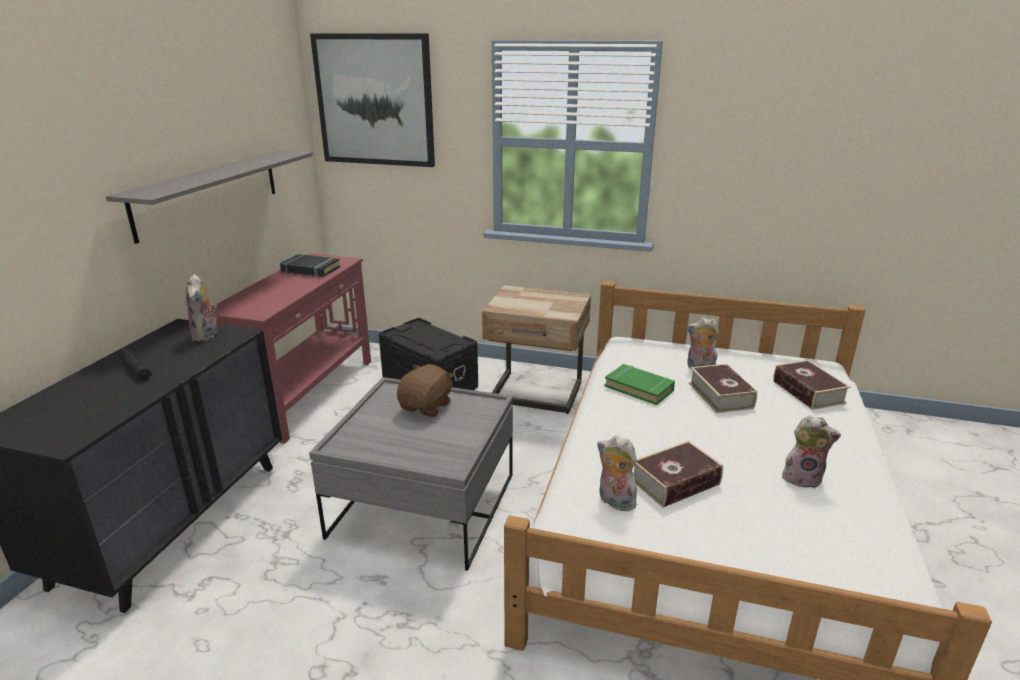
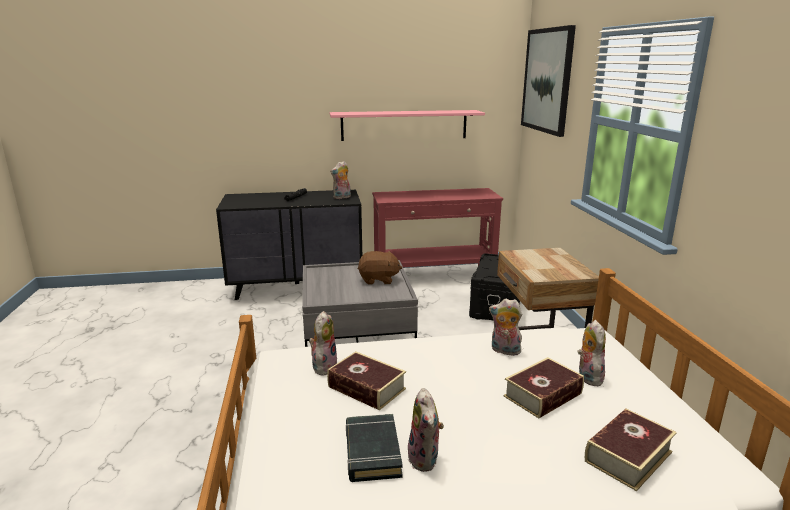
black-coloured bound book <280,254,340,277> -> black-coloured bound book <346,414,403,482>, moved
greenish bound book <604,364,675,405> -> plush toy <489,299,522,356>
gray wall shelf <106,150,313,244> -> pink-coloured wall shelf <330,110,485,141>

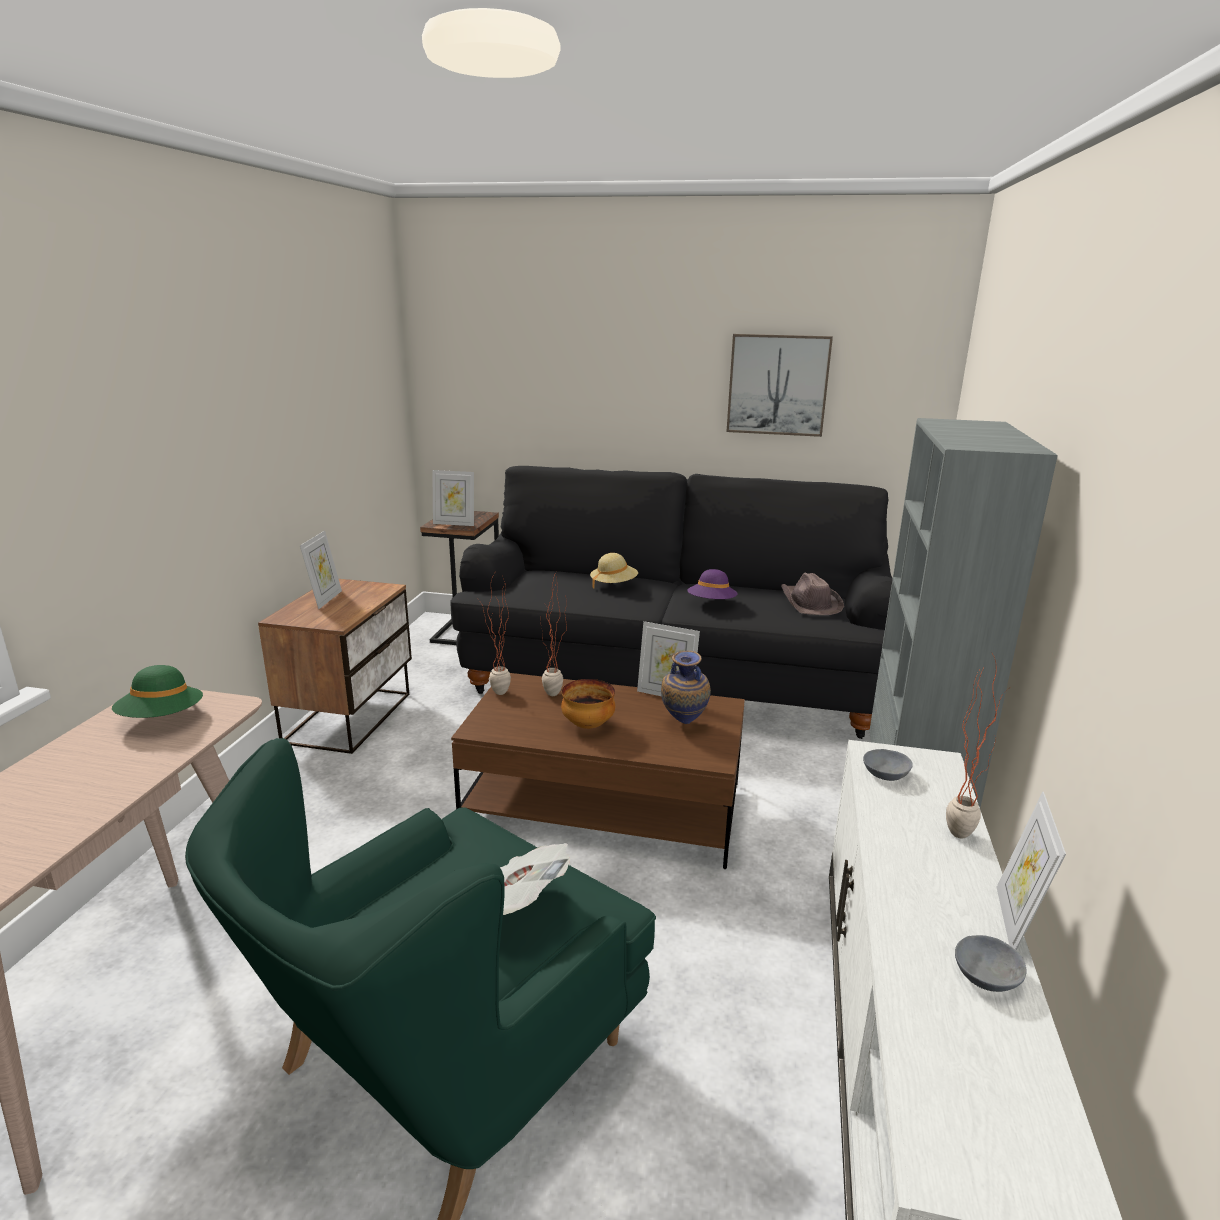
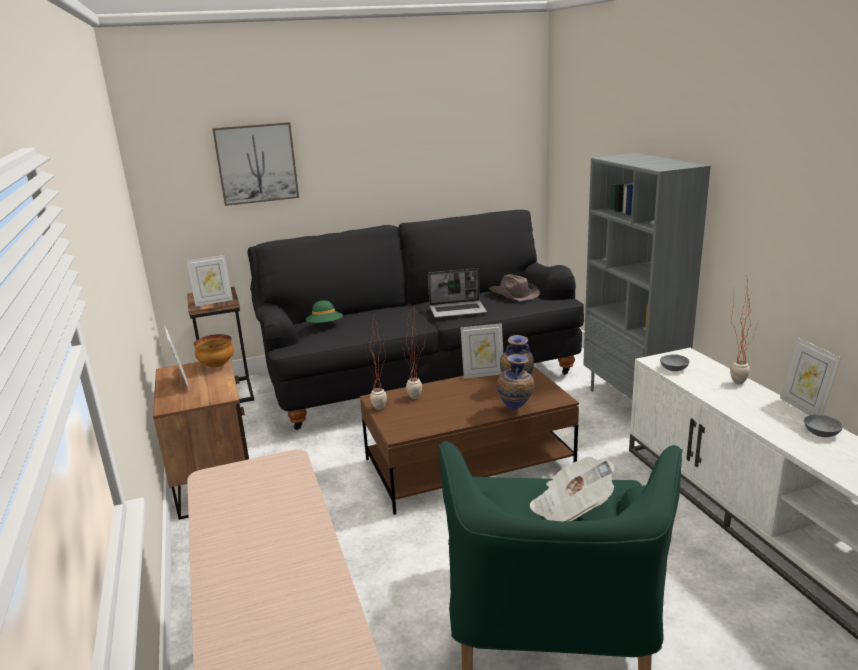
sand-coloured wearable hat <590,553,638,589> -> none
none -> decorative vase <497,354,534,411>
greenish wearable hat <112,665,203,718> -> greenish wearable hat <306,300,343,323>, moved
deep dish <561,679,615,729> -> deep dish <194,334,234,367>, moved
picture <726,334,833,437> -> picture <212,122,299,206>, moved
purplish wearable hat <687,569,737,599> -> portable computer <428,268,487,318>

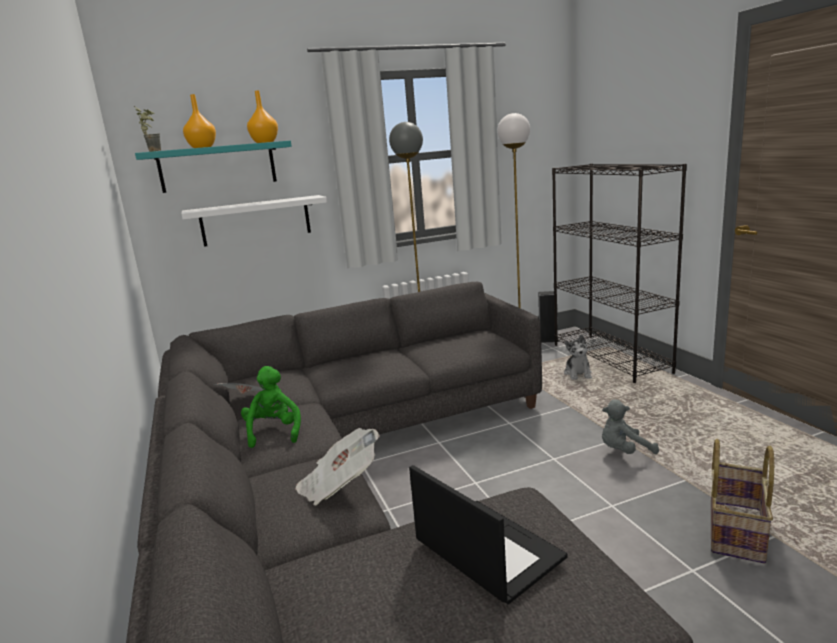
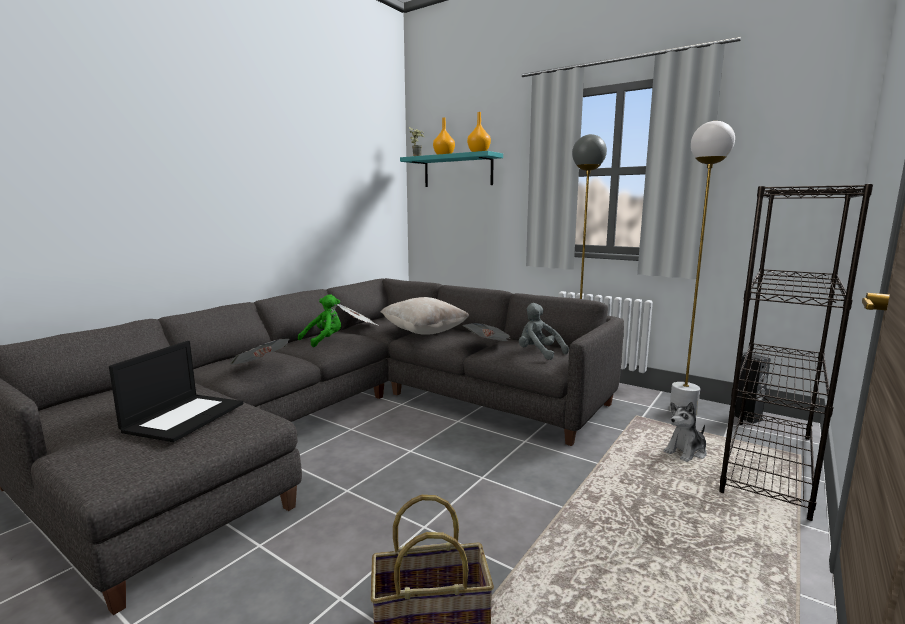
whitish wall shelf <182,195,327,247> -> none
none -> sand-coloured pillow <381,297,469,335>
none -> newspaper <462,323,510,341>
gray plush toy <602,400,659,454> -> gray plush toy <519,303,569,360>, moved

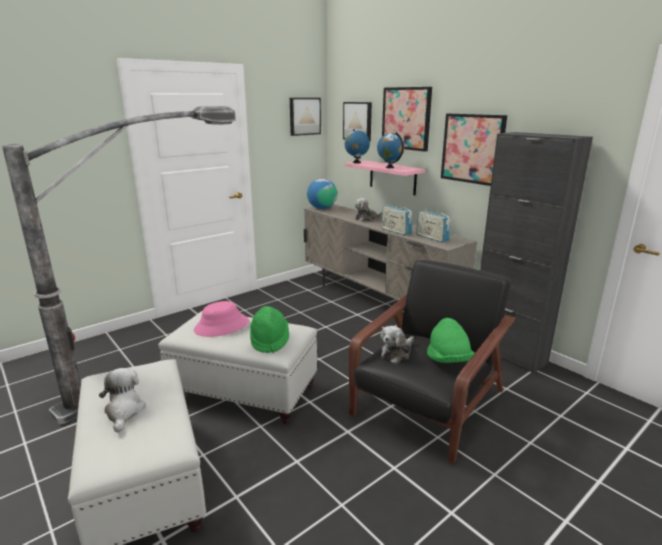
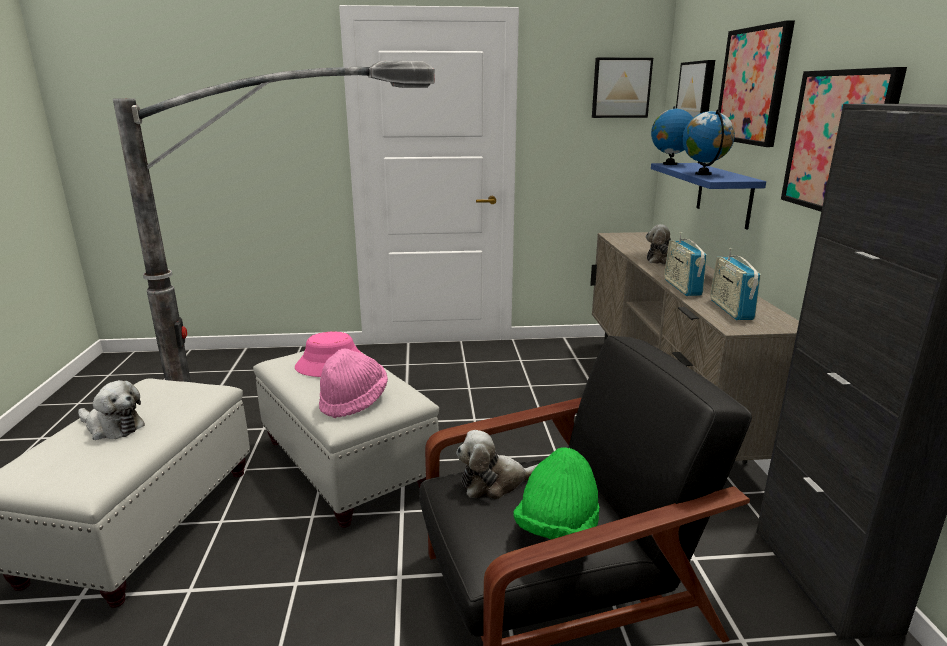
desk globe <307,179,337,209> -> none
greenish wearable hat <250,306,289,353> -> pink-coloured wearable hat <319,348,388,418>
pink-coloured wall shelf <345,161,425,195> -> bluish wall shelf <651,163,766,229>
plush toy <99,368,146,433> -> plush toy <78,380,145,440>, 90 degrees clockwise

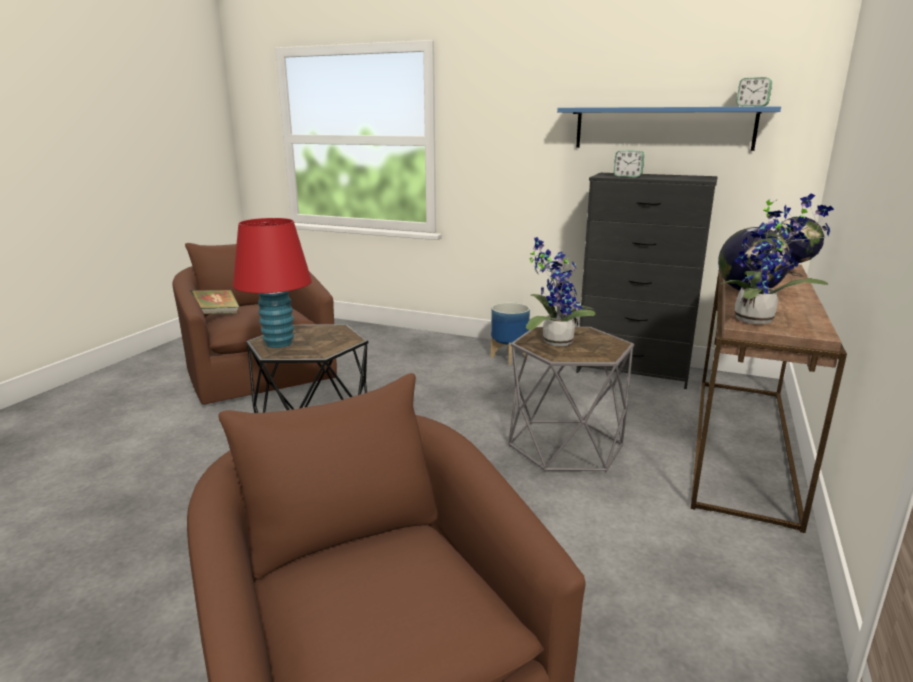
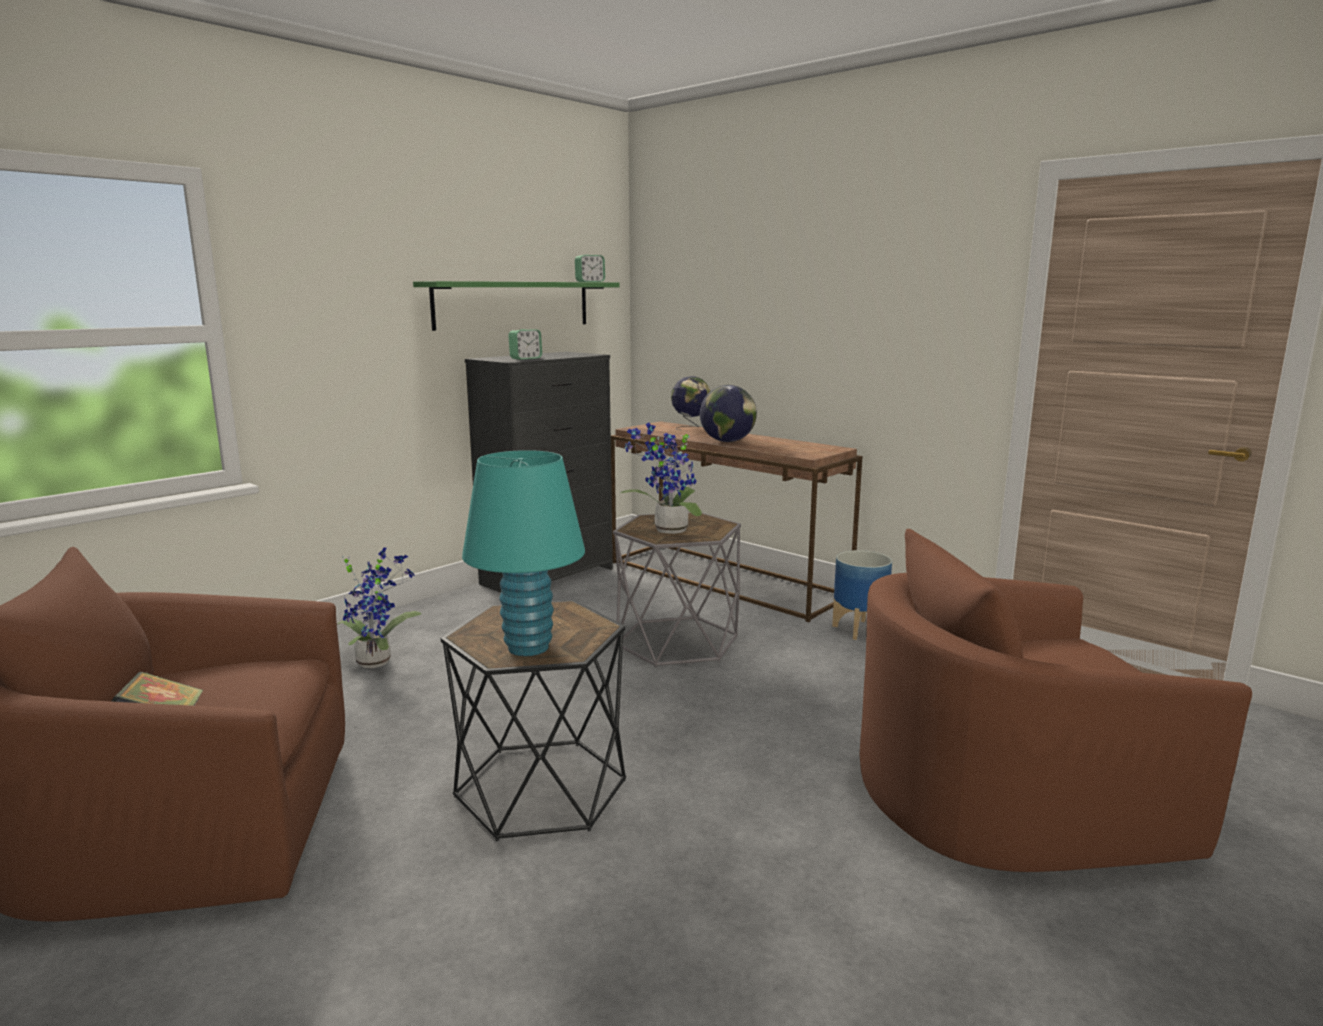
flower pot <491,302,530,365> -> flower pot <832,550,892,640>, moved
houseplant <720,193,834,324> -> houseplant <337,548,421,668>, moved
red-coloured table lamp <233,218,312,348> -> turquoise-coloured table lamp <462,450,585,656>
bluish wall shelf <557,106,781,151> -> greenish wall shelf <413,281,620,331>

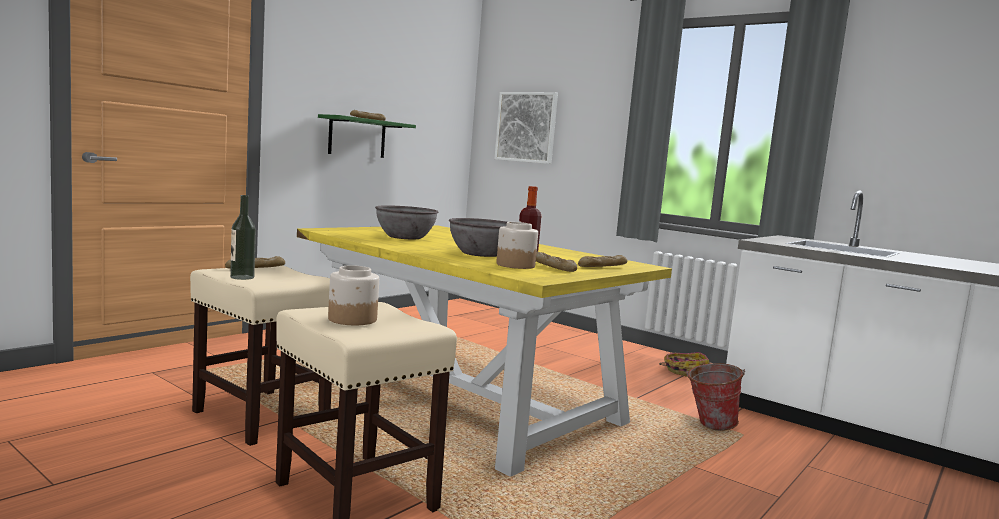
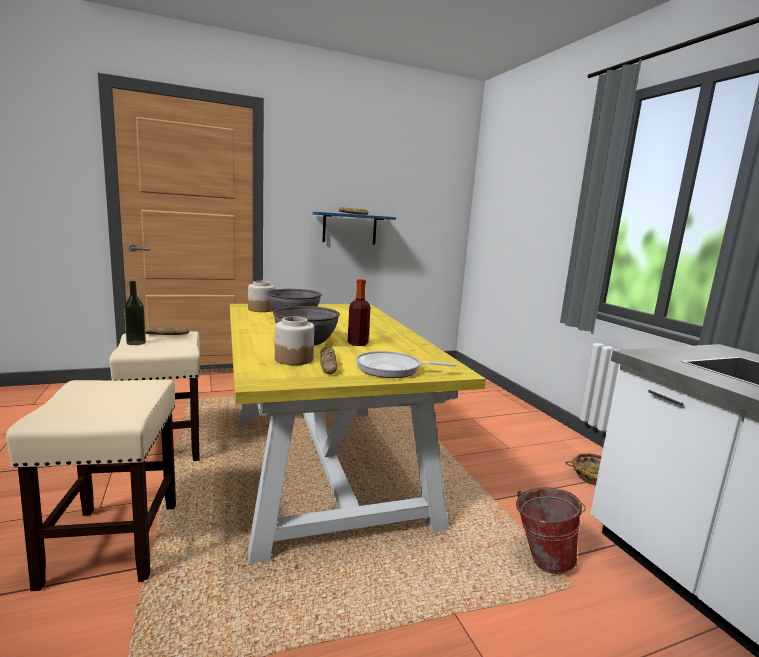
picture <494,92,558,164> -> none
preserve jar <328,265,379,325> -> preserve jar <248,281,275,312>, moved
bread <578,255,627,267> -> skillet <356,351,456,378>
greenish wall shelf <318,114,416,158> -> bluish wall shelf <313,212,396,245>

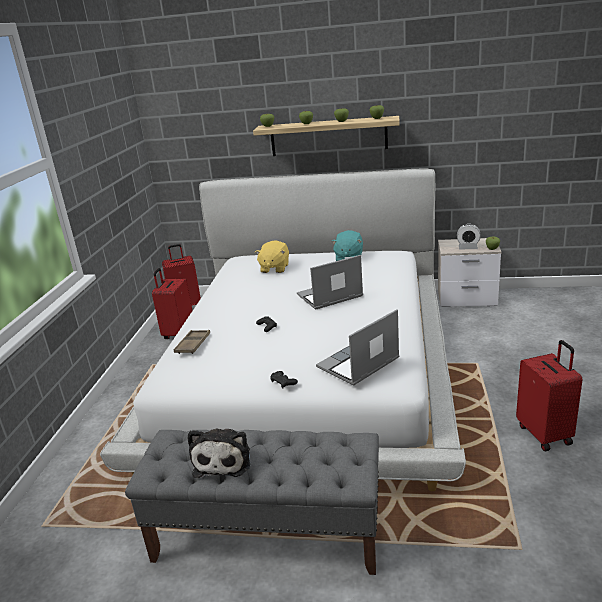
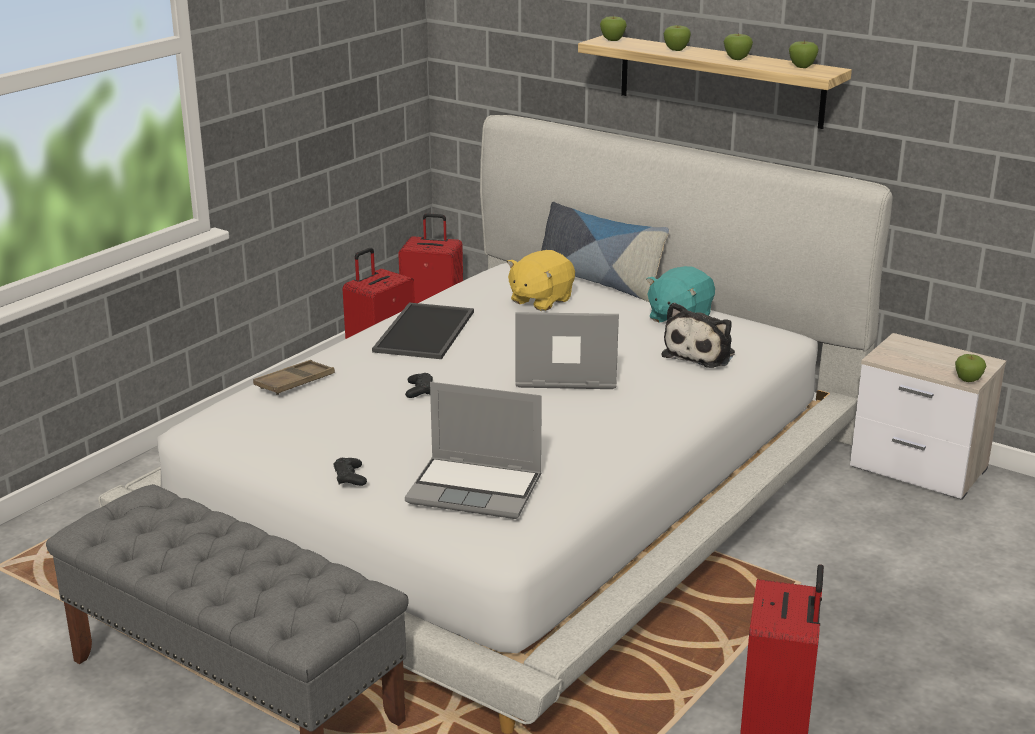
alarm clock <457,224,481,249> -> none
none -> tray <372,303,474,359>
none -> pillow <541,202,669,302>
plush toy <188,428,250,478> -> plush toy <662,302,735,368>, moved
portable computer <316,309,400,385> -> portable computer <405,382,542,519>, 150 degrees counterclockwise

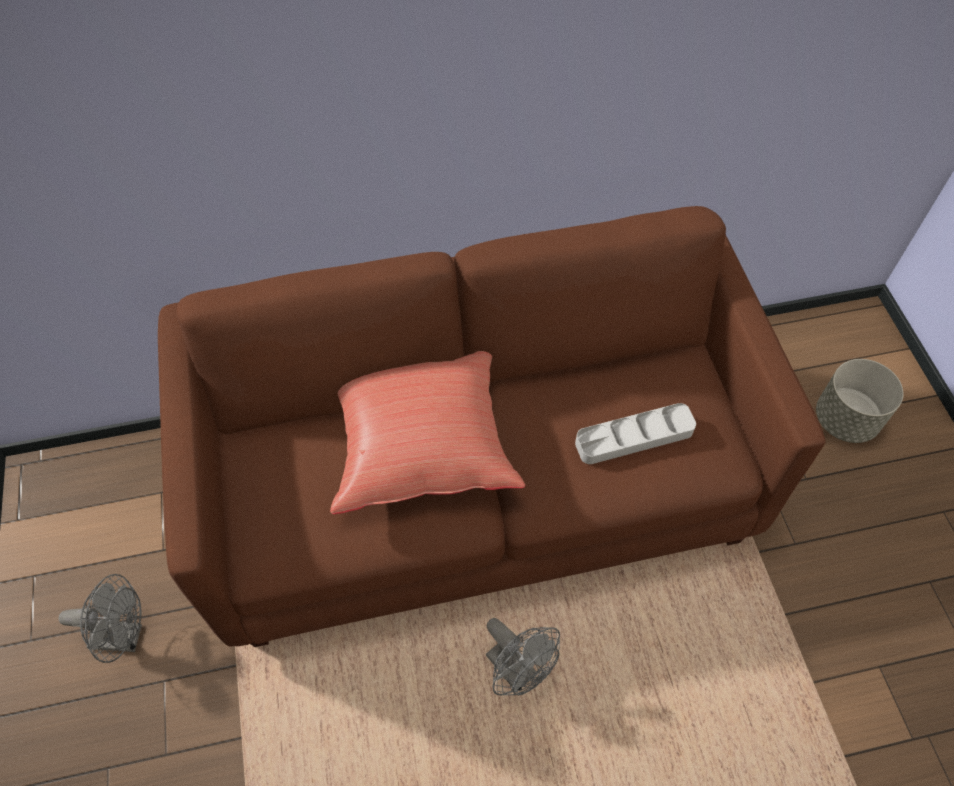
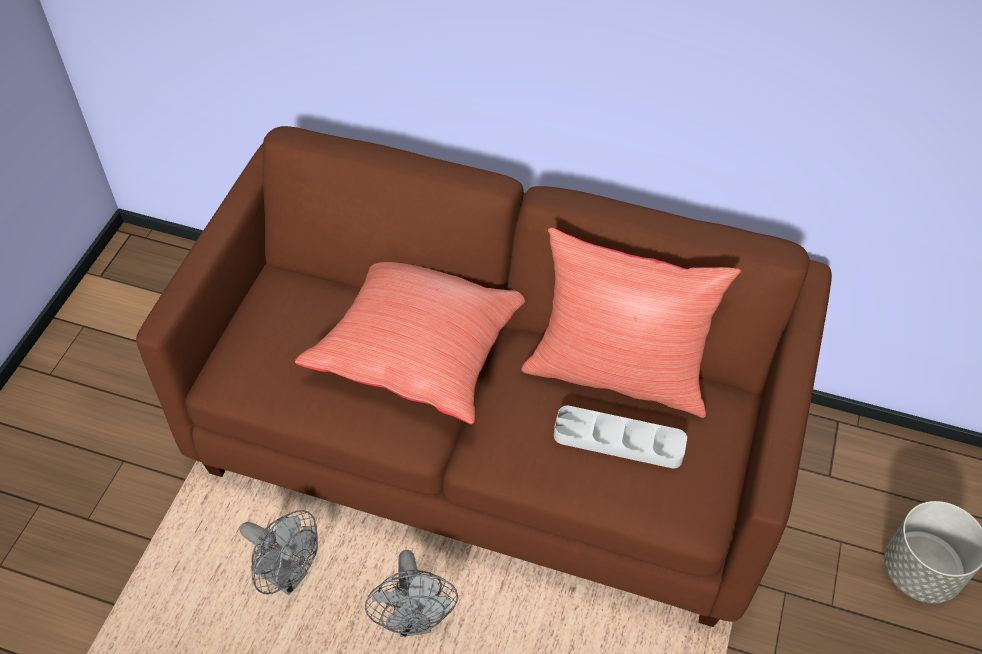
none -> red-coloured pillow <521,228,741,418>
gray fan <58,574,142,663> -> gray fan <240,510,318,596>, moved

